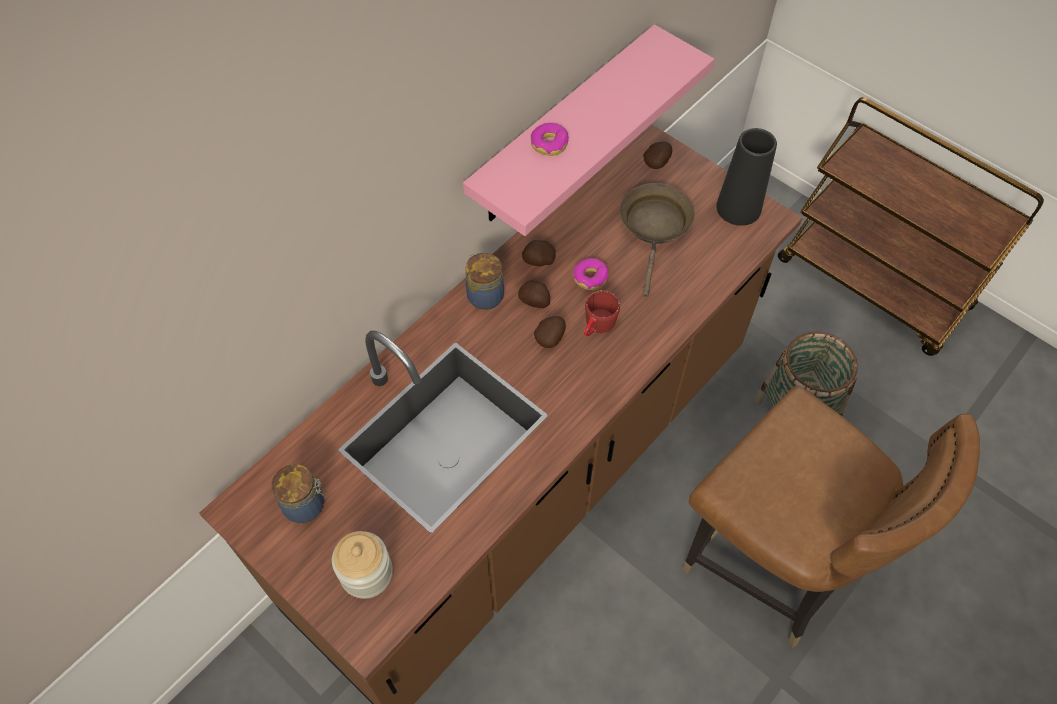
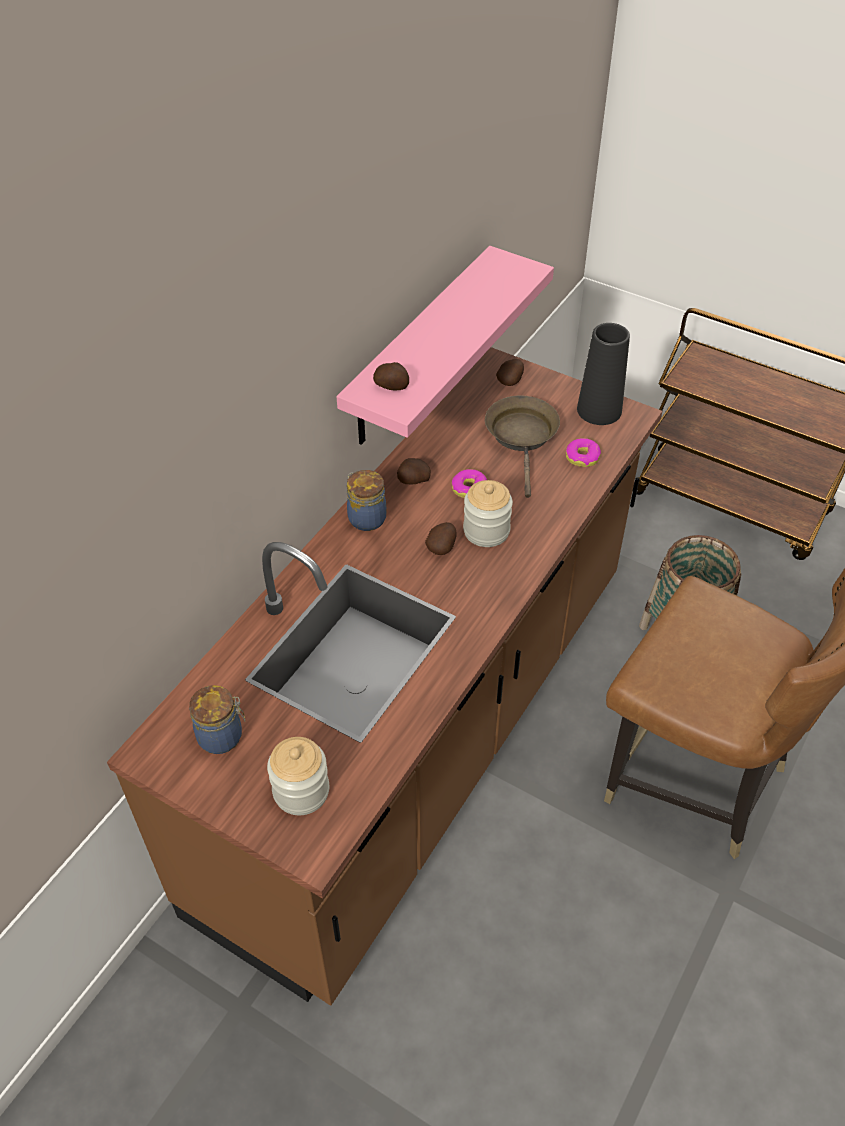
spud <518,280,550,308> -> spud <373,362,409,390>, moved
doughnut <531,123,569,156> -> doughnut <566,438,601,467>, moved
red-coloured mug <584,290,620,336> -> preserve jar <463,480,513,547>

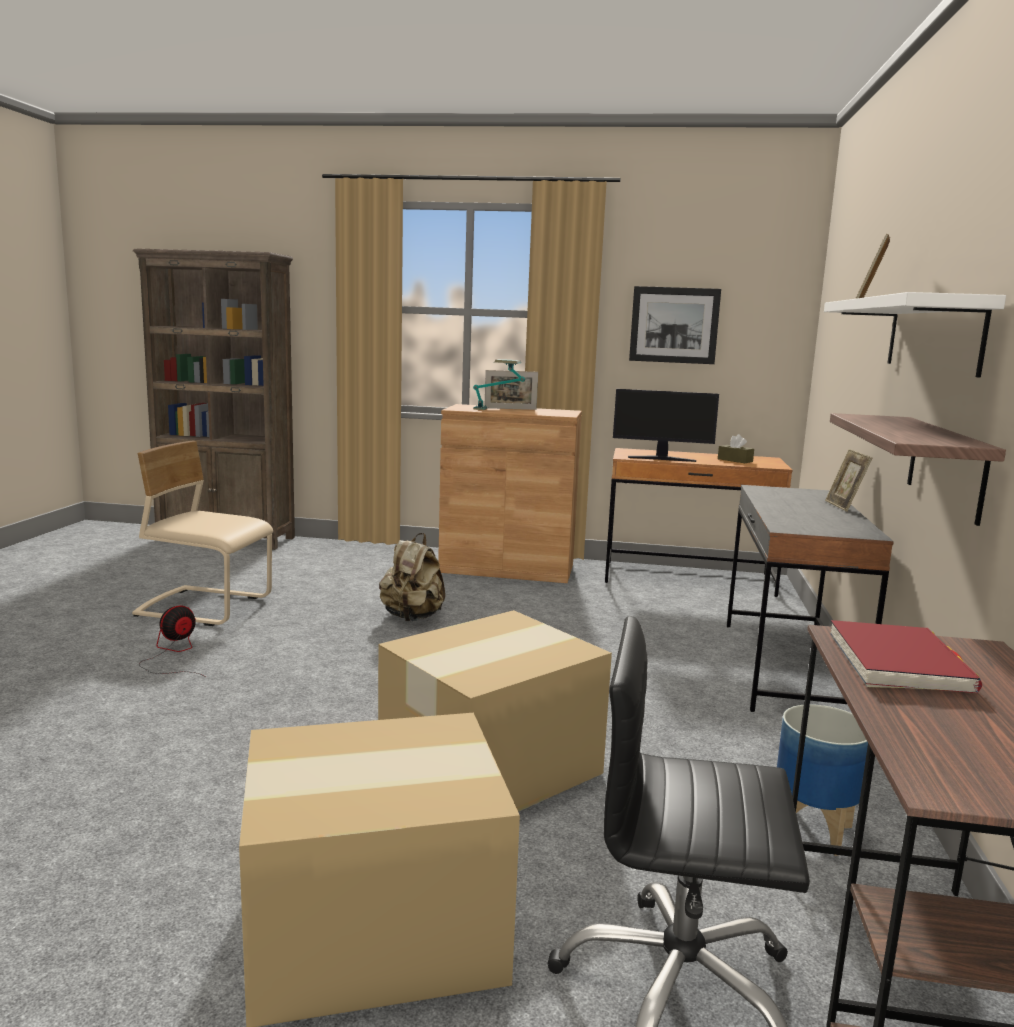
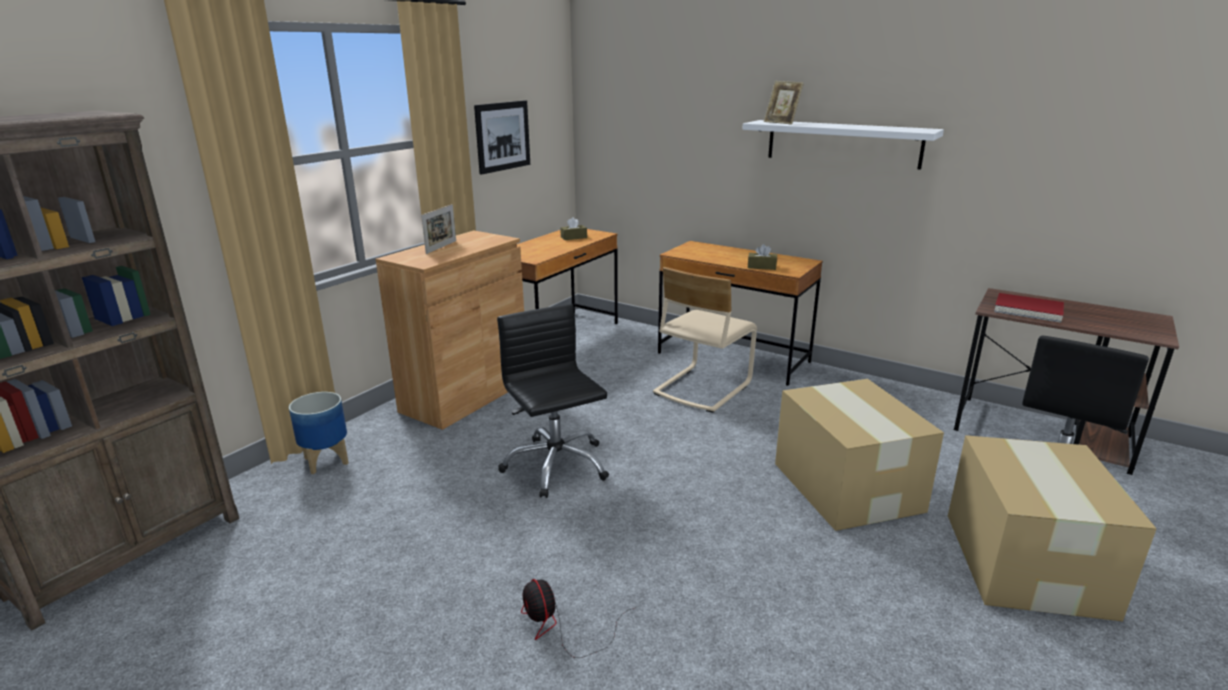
table lamp <473,359,525,410> -> none
computer screen <613,389,719,462> -> none
standing frame <825,449,872,512> -> none
wall shelf <830,413,1006,526> -> none
none -> brownish tissue holder <748,244,777,270>
sand-coloured plain chair <132,441,273,626> -> sand-coloured plain chair <653,267,757,413>, moved
flower pot <777,704,868,856> -> flower pot <289,392,349,474>, moved
sand-coloured backpack <379,533,445,621> -> black-coloured computer chair <497,304,609,498>
gray desk table <727,485,894,712> -> brownish desk table <658,241,823,386>

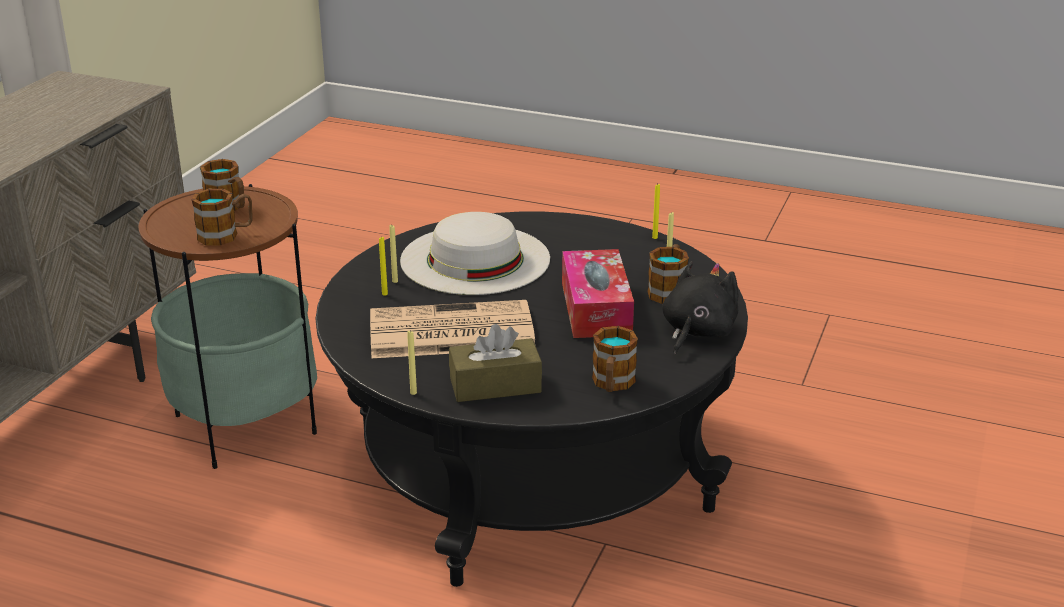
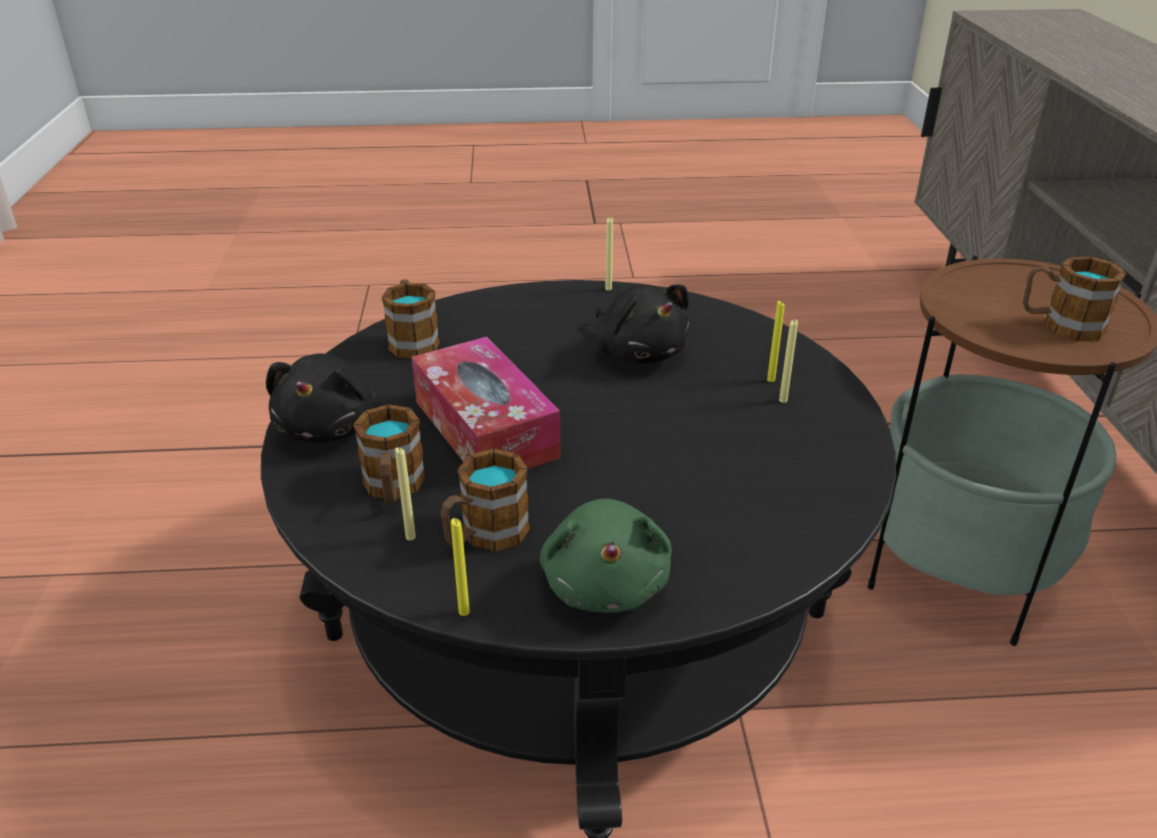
whitish wearable hat <400,212,550,295> -> none
brownish tissue holder <449,324,542,402> -> none
none -> greenish plush toy <540,499,672,613>
mug <192,189,253,245> -> mug <440,449,530,552>, moved
newspaper <370,300,536,358> -> black-coloured plush toy <595,284,691,364>

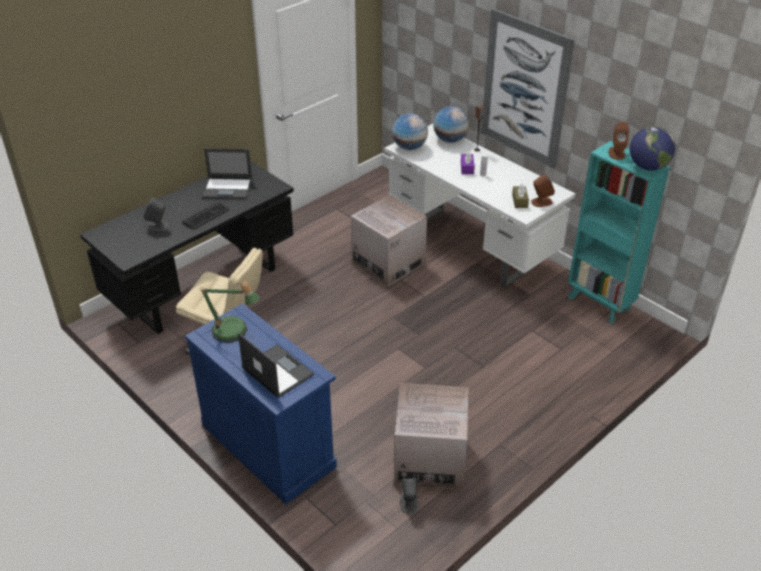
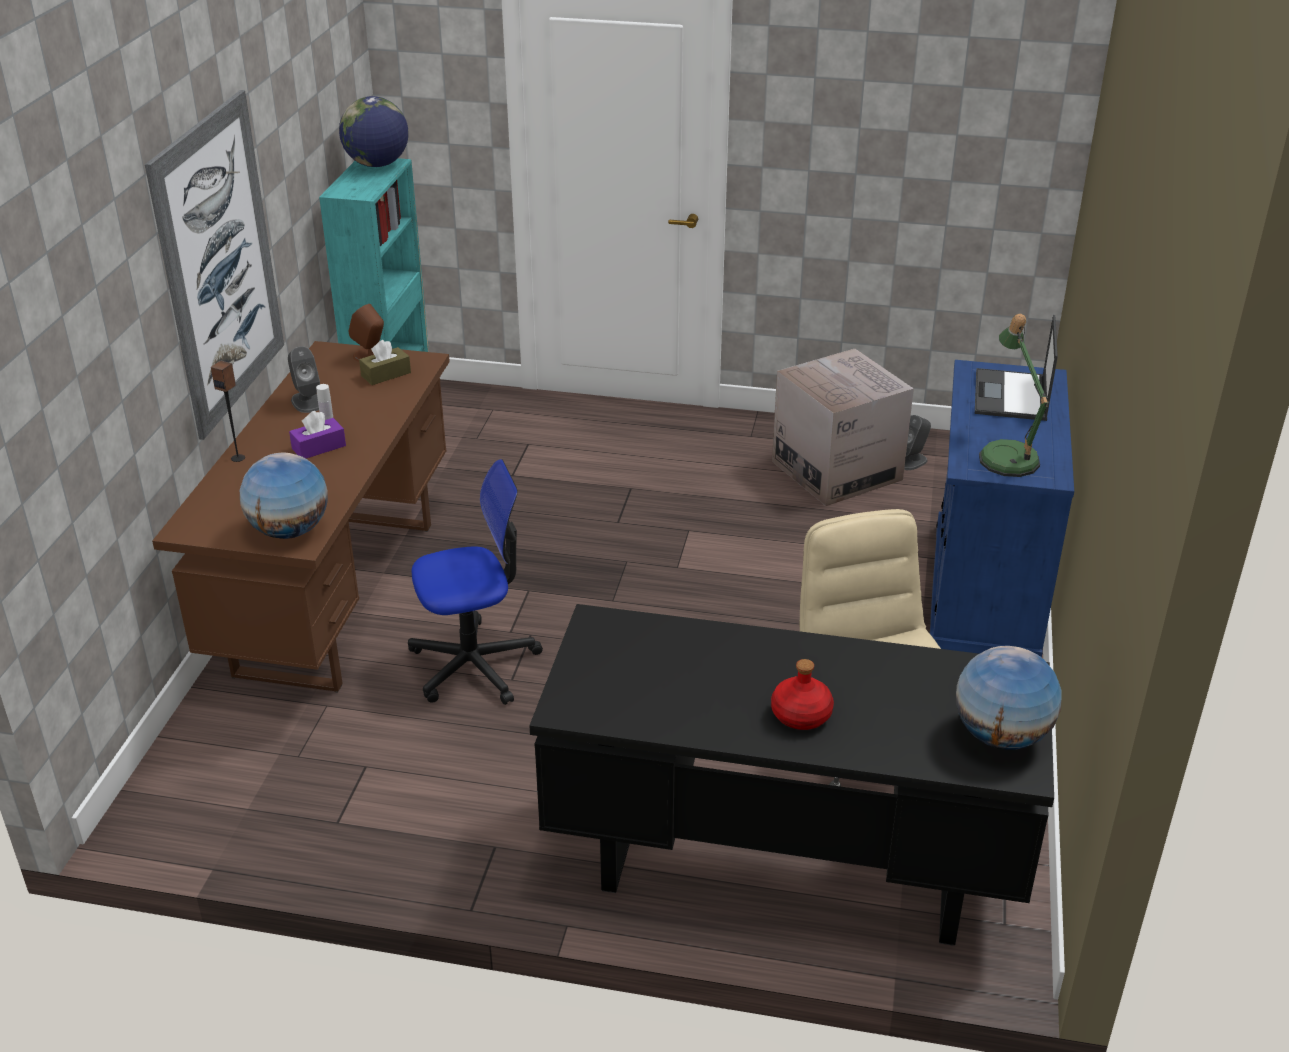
PC keyboard <183,201,229,229> -> none
portable computer <202,149,252,199> -> none
brownish audio speaker <608,122,629,160> -> none
none -> red-coloured bottle <771,659,834,730>
gray audio speaker <143,197,169,232> -> gray audio speaker <288,346,320,413>, moved
desk globe <433,106,469,143> -> desk globe <956,646,1061,750>, moved
carton <351,195,427,287> -> computer chair <408,459,543,705>
whitish desk table <385,124,576,287> -> brownish desk table <152,341,450,693>

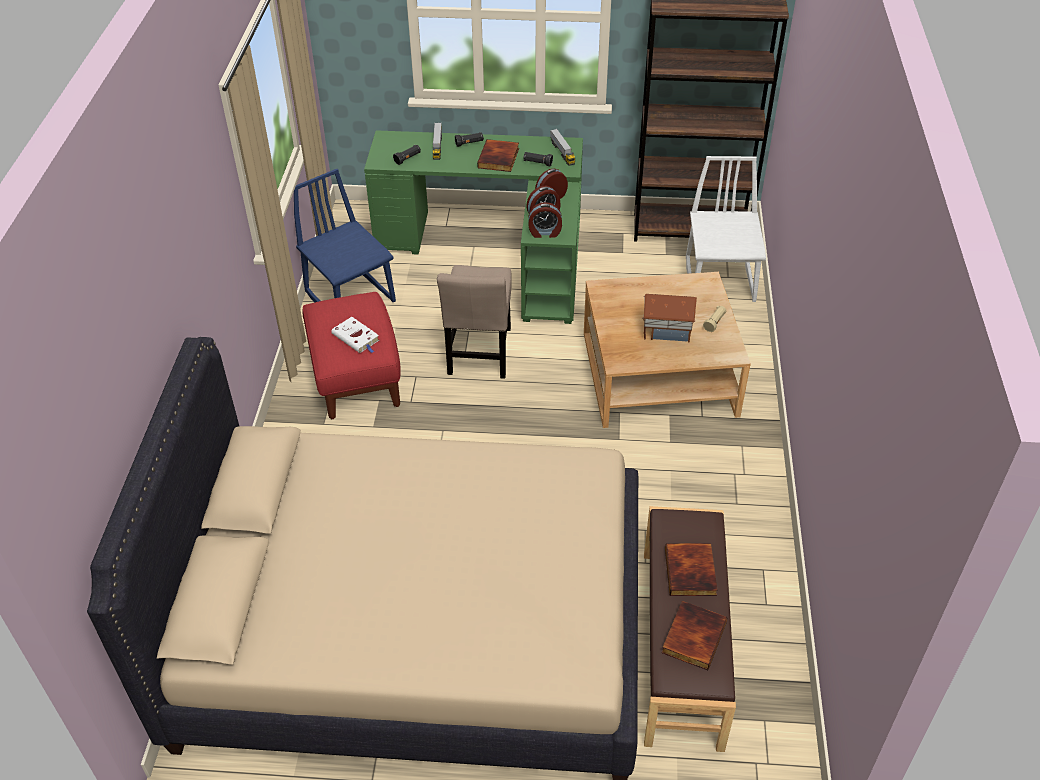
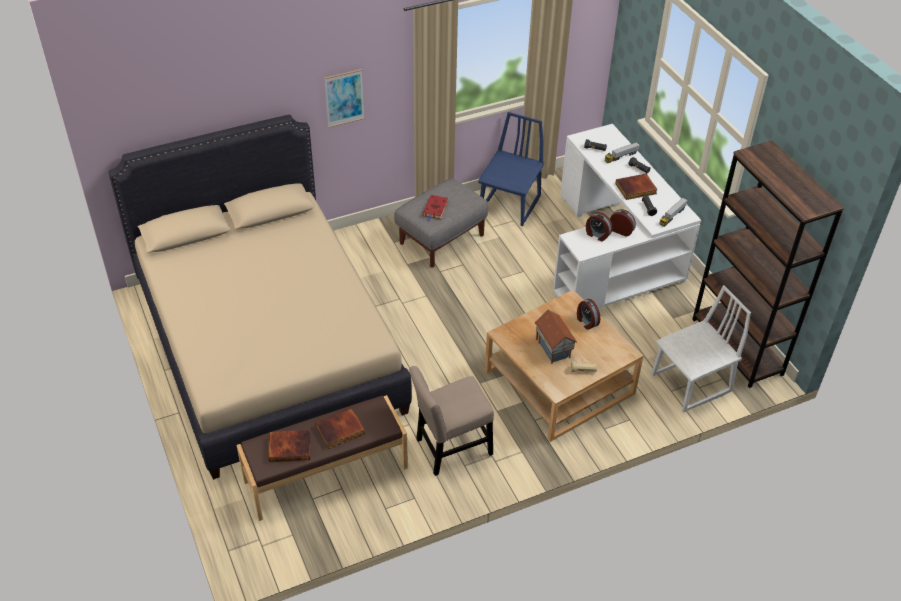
none -> picture <324,69,364,128>
sand-coloured plain chair <437,265,512,379> -> sand-coloured plain chair <409,366,494,476>, moved
alarm clock <528,202,562,238> -> alarm clock <577,299,600,330>, moved
red-coloured footrest <302,292,401,419> -> gray footrest <394,178,488,268>
whitish bound book <331,317,379,353> -> red-coloured bound book <422,195,448,222>
greenish desk table <364,130,583,324> -> whitish desk table <553,124,701,308>

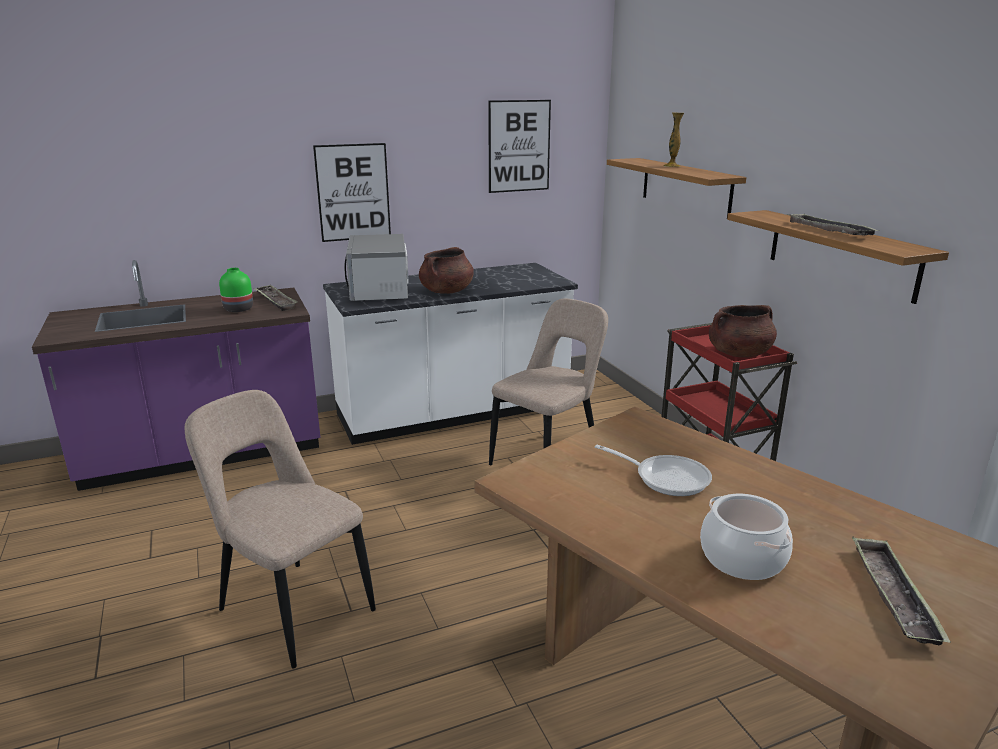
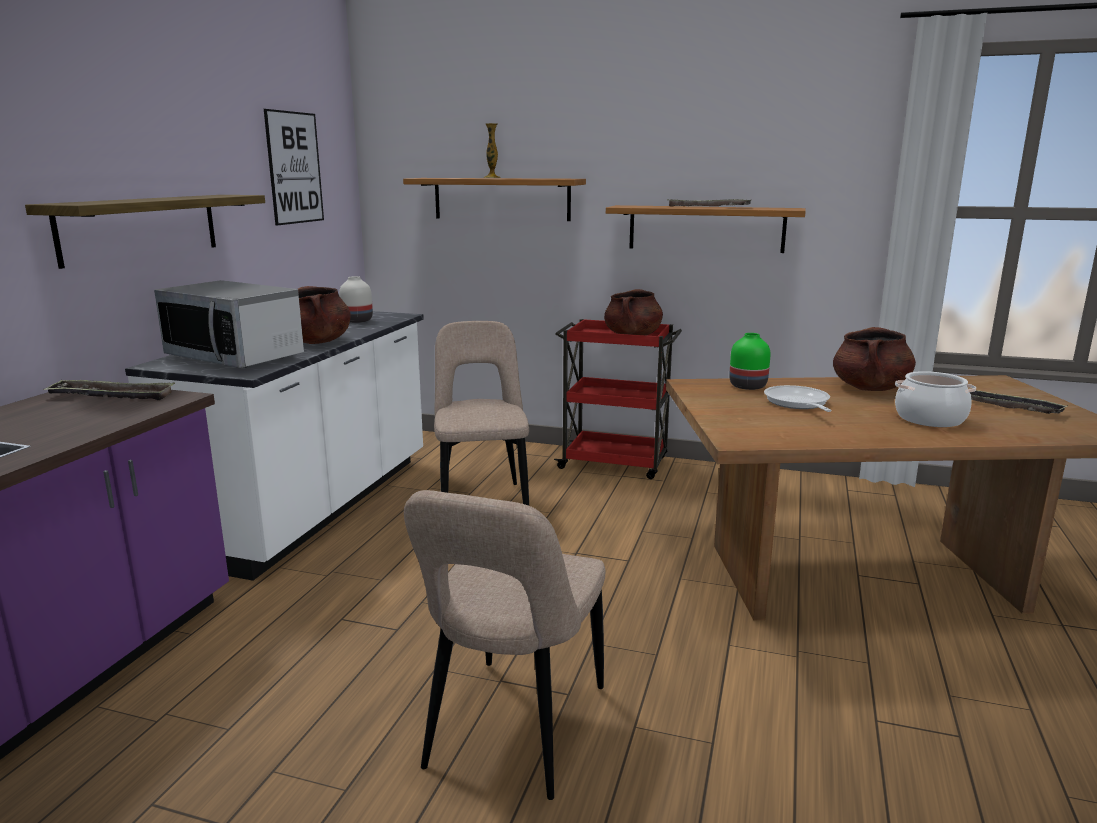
none -> whitish decorative vase <339,276,373,323>
none -> brownish saucepot <833,327,916,391>
greenish decorative vase <219,268,253,312> -> greenish decorative vase <729,333,771,390>, moved
picture <313,143,391,242> -> wall shelf <25,195,265,269>
sand-coloured plain chair <185,390,376,668> -> sand-coloured plain chair <404,490,605,800>, 60 degrees counterclockwise
skillet <595,445,712,496> -> skillet <764,385,832,412>, 75 degrees counterclockwise

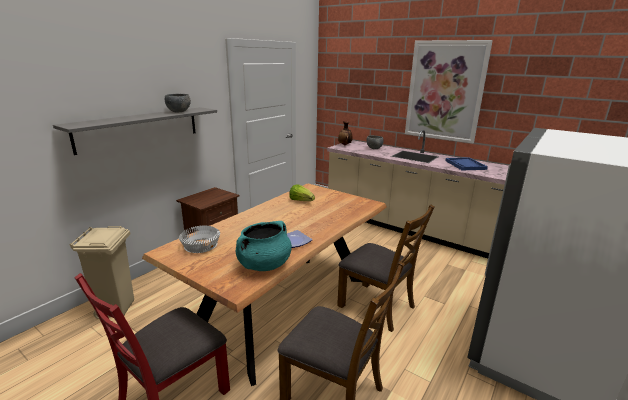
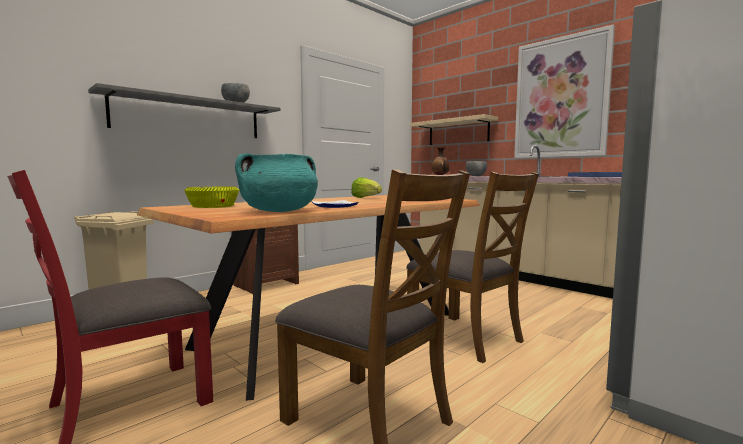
none -> sand-coloured wall shelf <410,114,498,145>
whitish deep dish <179,225,220,253> -> yellow deep dish <184,186,239,208>

